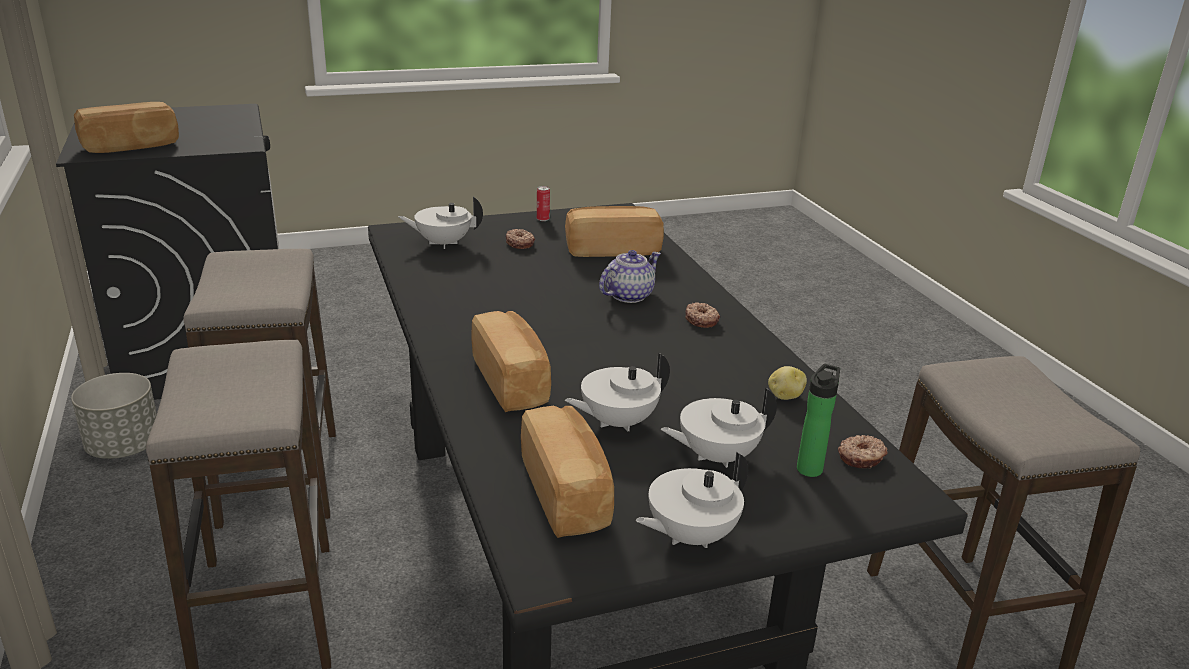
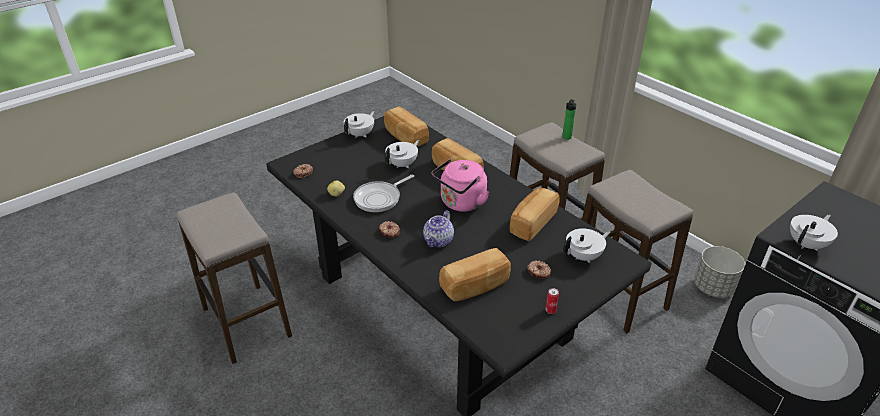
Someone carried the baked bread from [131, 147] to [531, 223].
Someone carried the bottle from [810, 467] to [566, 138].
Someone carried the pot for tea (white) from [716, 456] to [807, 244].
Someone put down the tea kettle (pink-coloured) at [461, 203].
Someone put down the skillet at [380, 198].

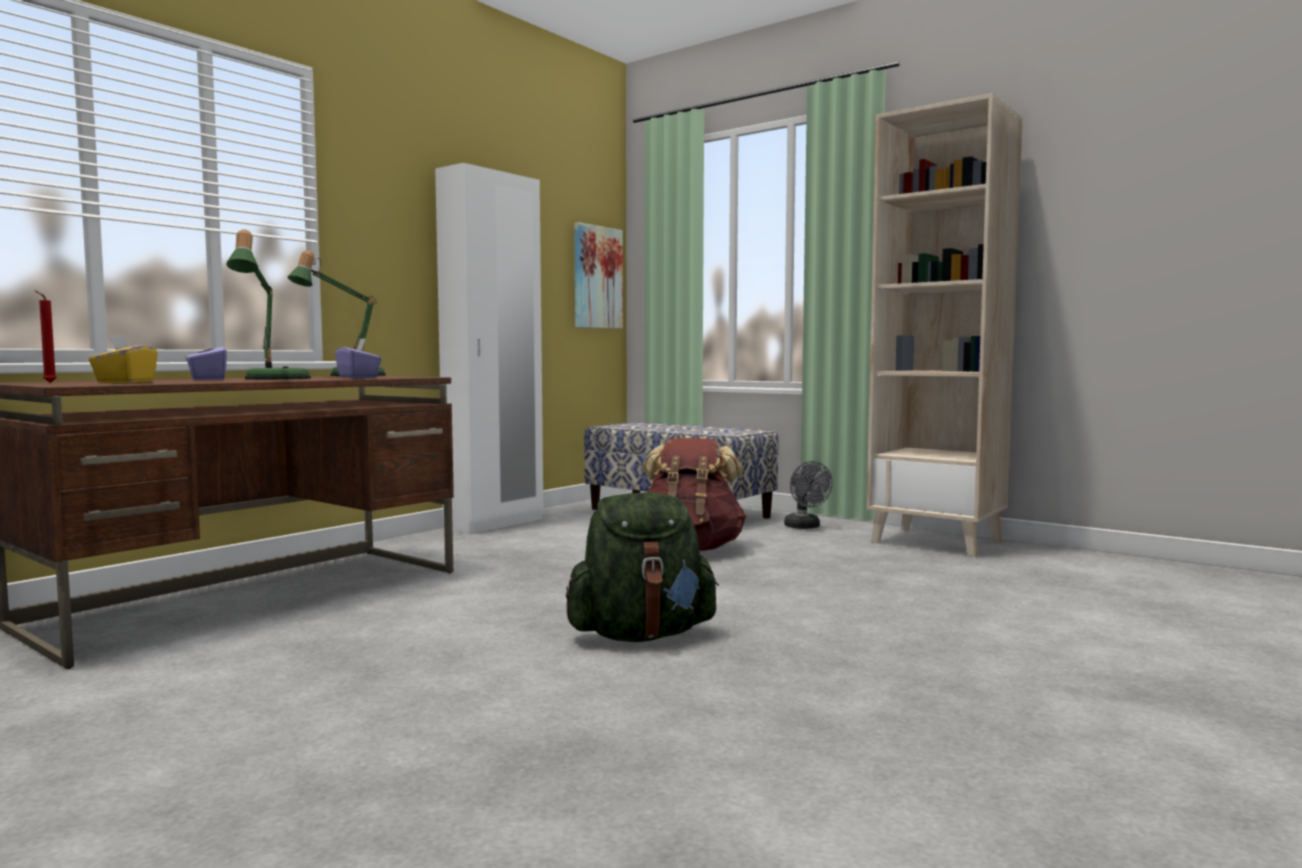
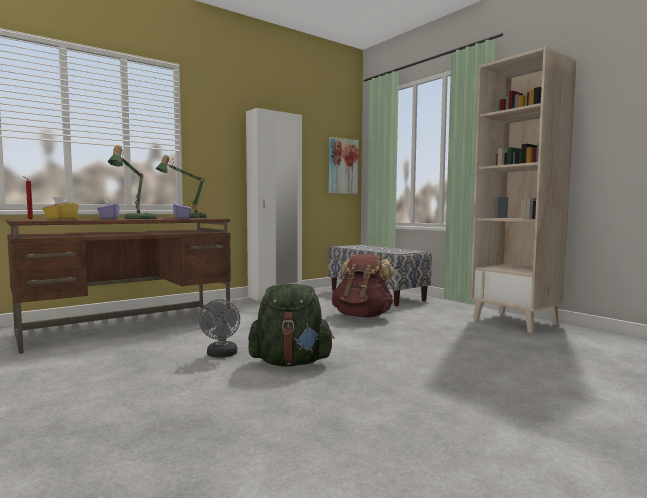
Someone carried the cooling fan (grey) from [805, 527] to [221, 355].

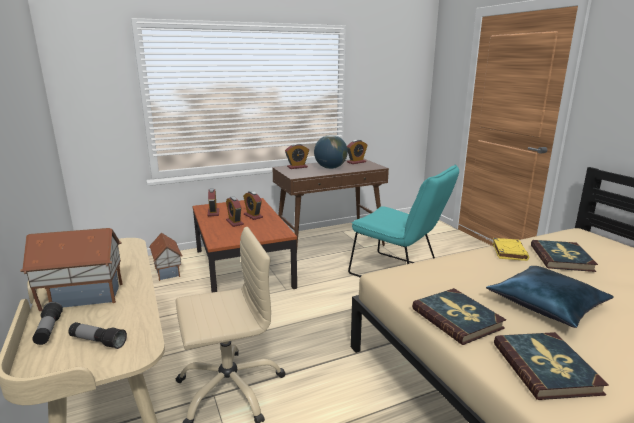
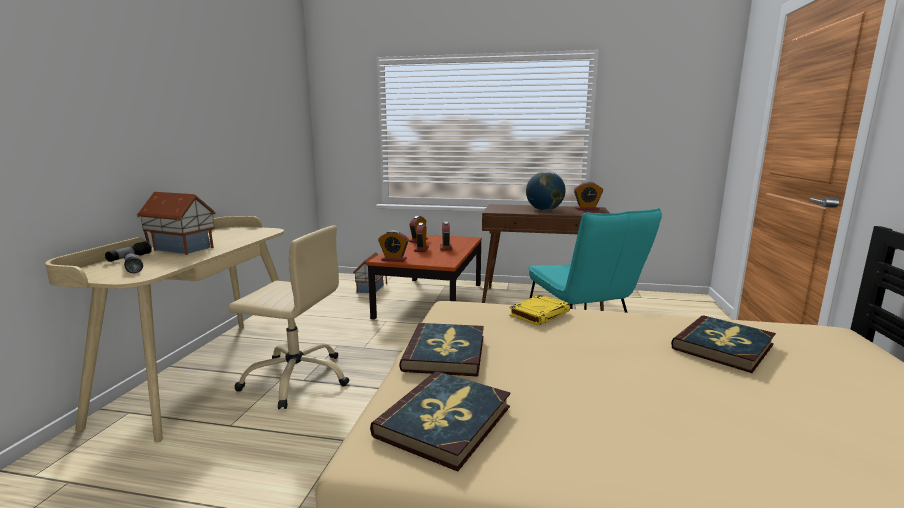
Someone carried the table clock from [297, 167] to [394, 259].
Someone carried the bound book (yellow) from [509, 252] to [539, 313].
Someone took away the throw pillow (blue-coloured) at [547, 305].

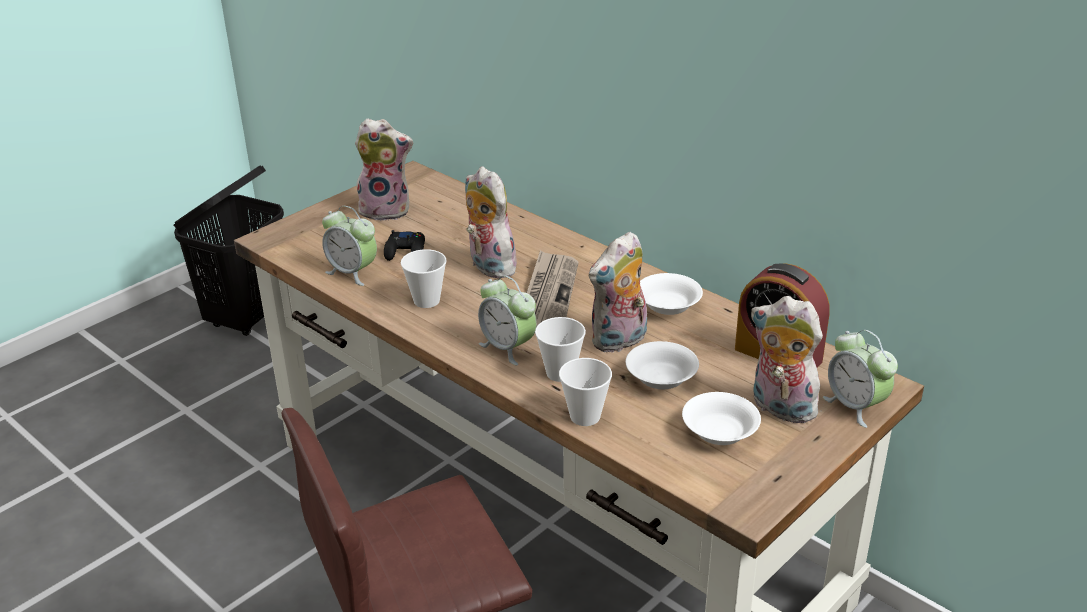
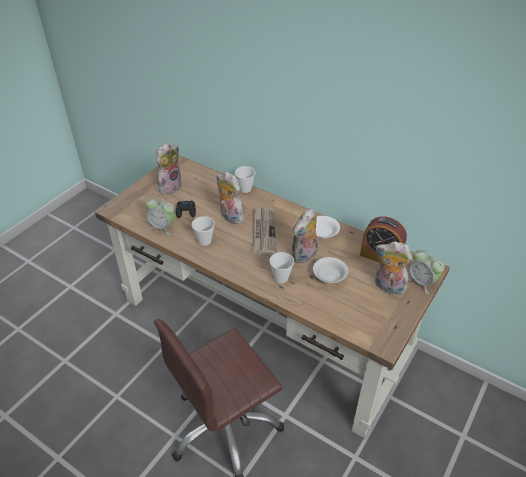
Someone rotated the cuddly toy at [387, 210] by 45 degrees counterclockwise.
Someone took away the hamper (blackish) at [248, 317].
Someone took away the table clock at [508, 348].
Someone carried the small cup from [585, 416] to [245, 189].
Someone took away the deep dish (white) at [718, 432].

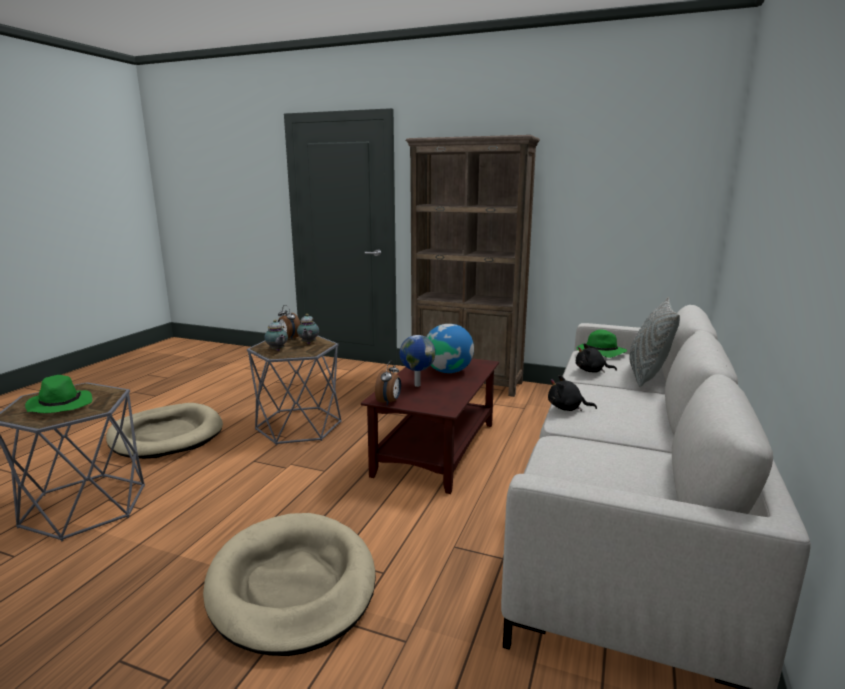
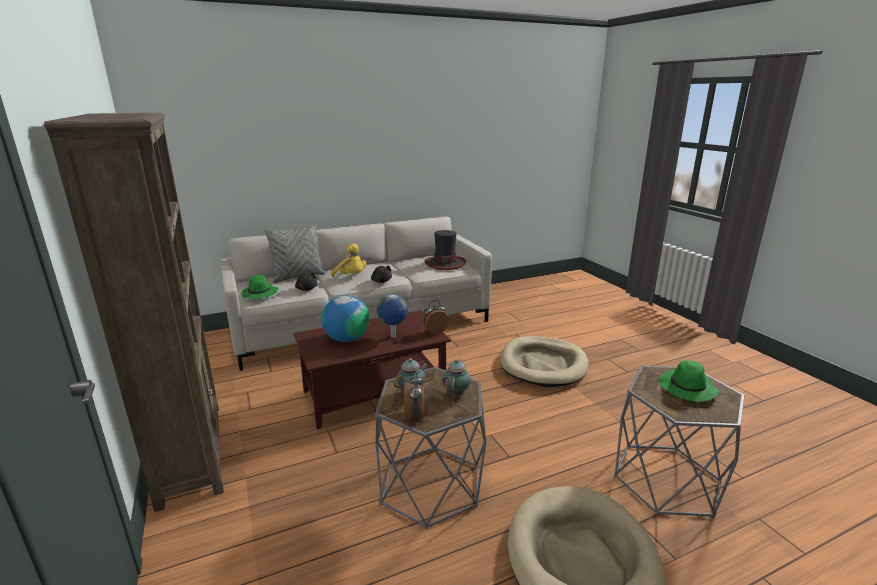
Someone put down the clothing hat at [445, 263].
Someone put down the cuddly toy (yellow) at [351, 276].

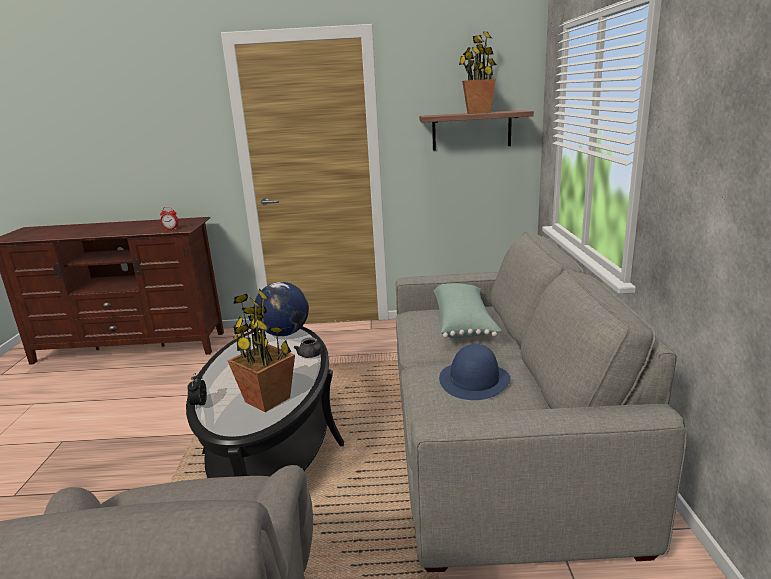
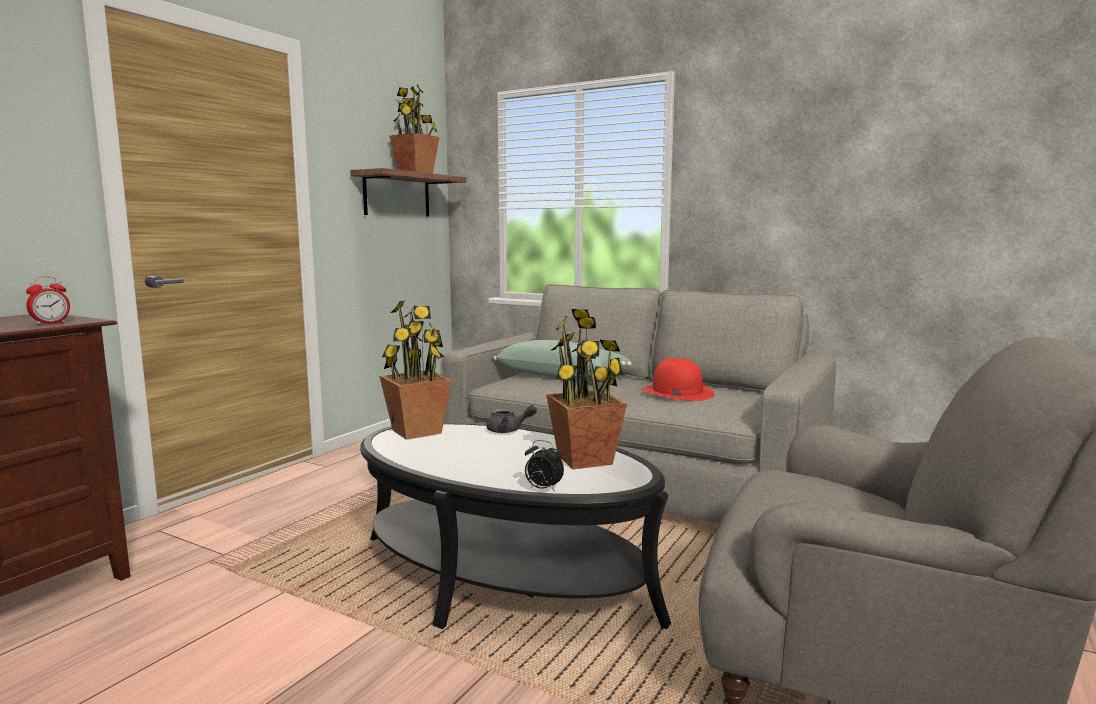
Someone swapped the globe at [284, 333] for the houseplant at [416, 431].
Someone repainted the clothing hat (blue-coloured) at [474, 380], which became the clothing hat (reddish) at [676, 392].

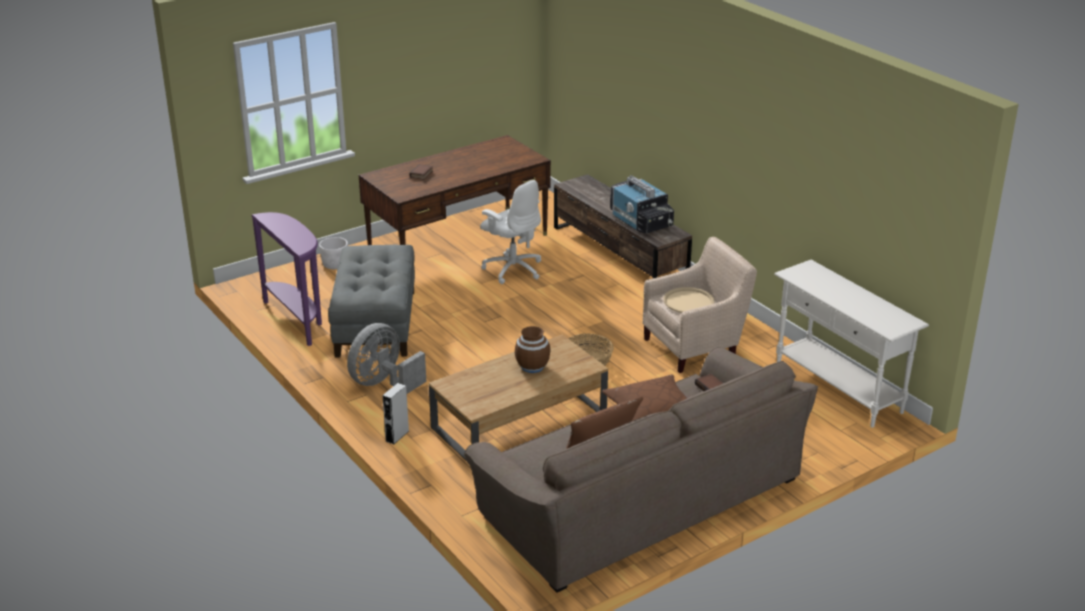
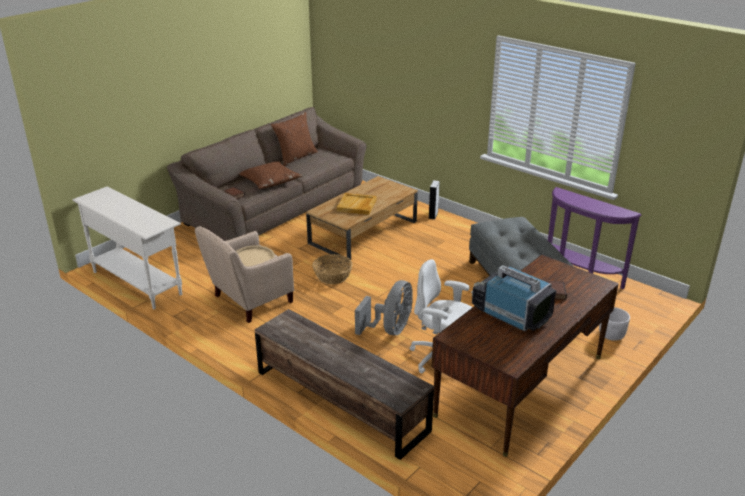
Someone carried the TV from [641, 223] to [510, 313].
Someone carried the cooling fan (grey) from [383, 383] to [390, 329].
Someone swapped the flower vase (brown) at [532, 366] for the carrying tray (beige-coloured) at [357, 205].

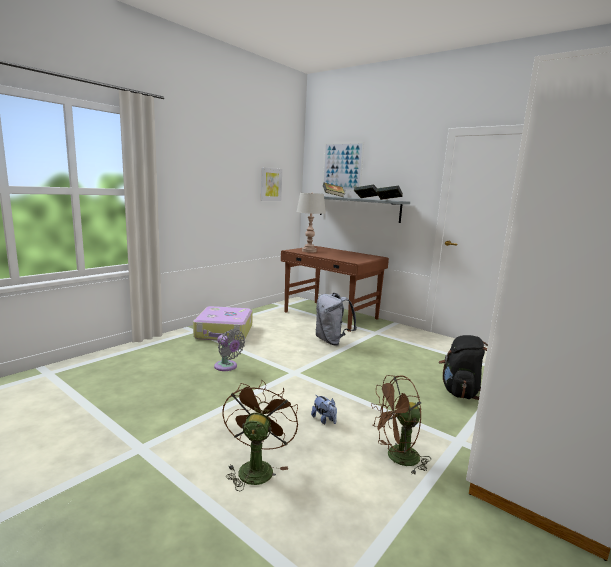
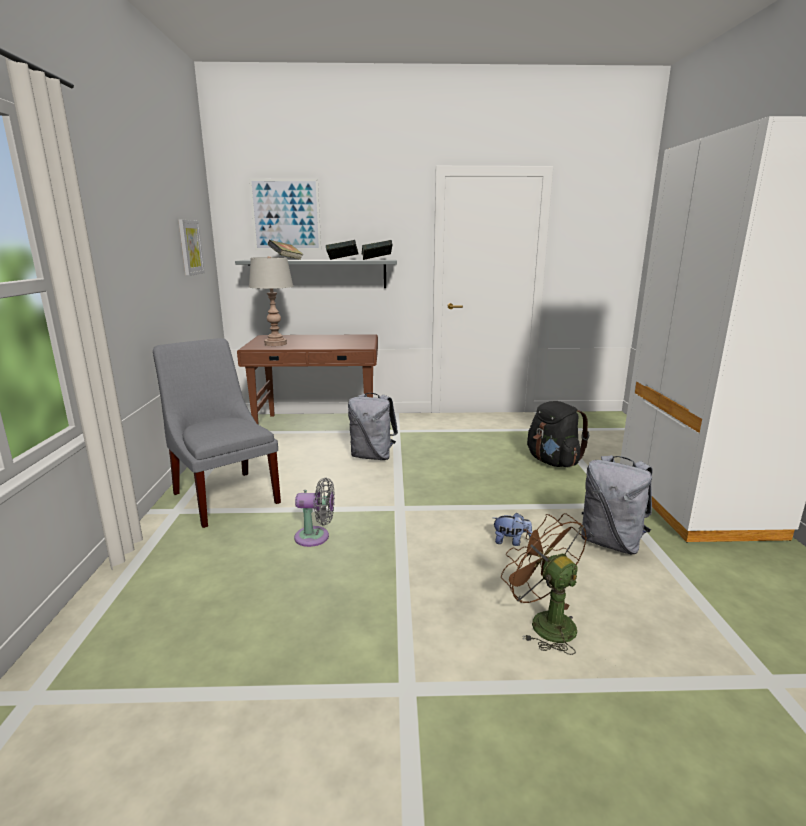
Someone swapped the suitcase at [224, 332] for the upright chair (grey) at [225, 495].
Someone swapped the cooling fan (brown) at [397, 458] for the rucksack (grey) at [611, 543].

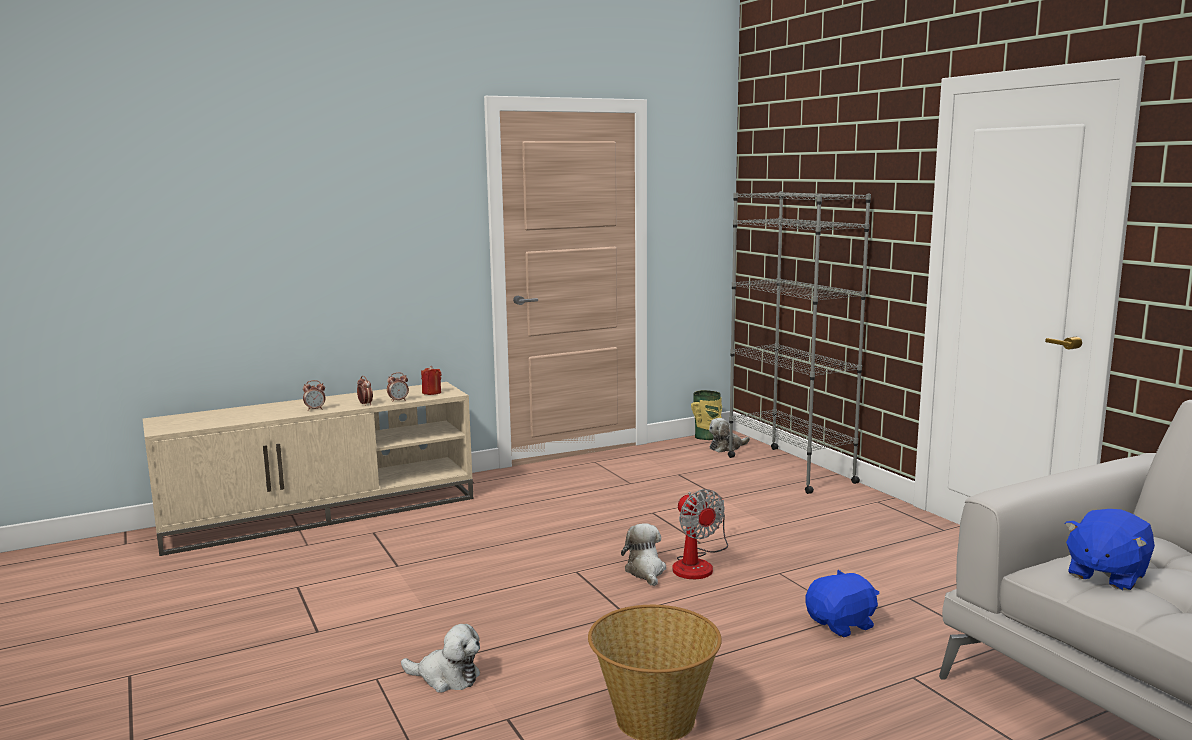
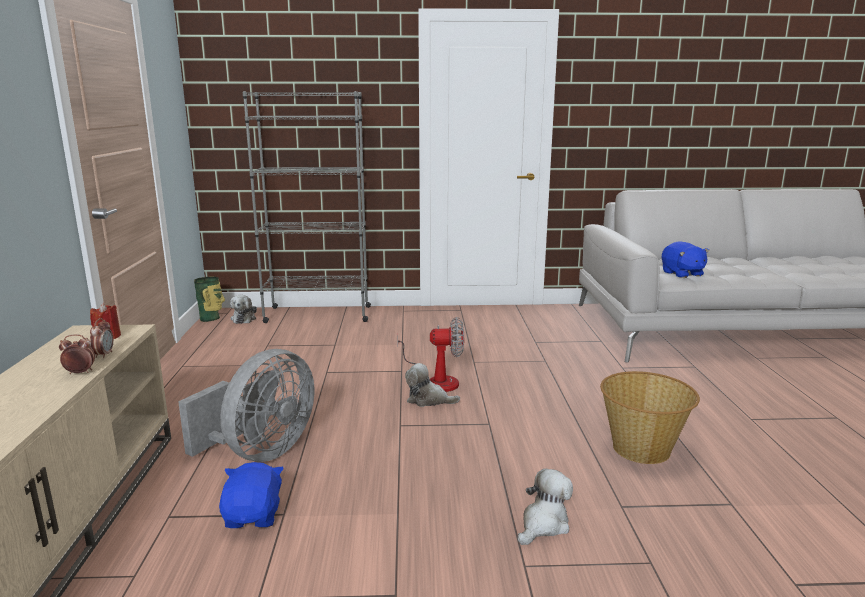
Someone took away the table clock at [315, 409].
Someone carried the cuddly toy (blue-coloured) from [841, 624] to [254, 516].
Someone put down the cooling fan (grey) at [261, 452].

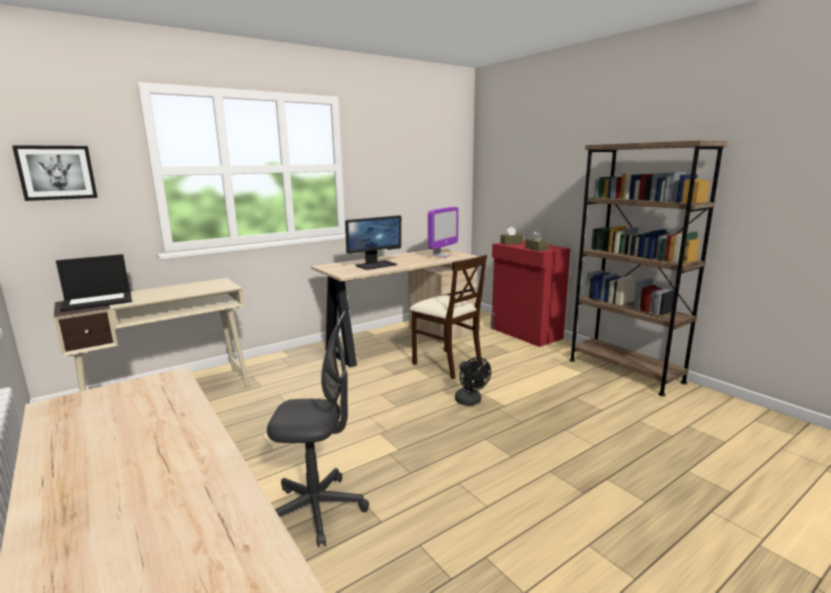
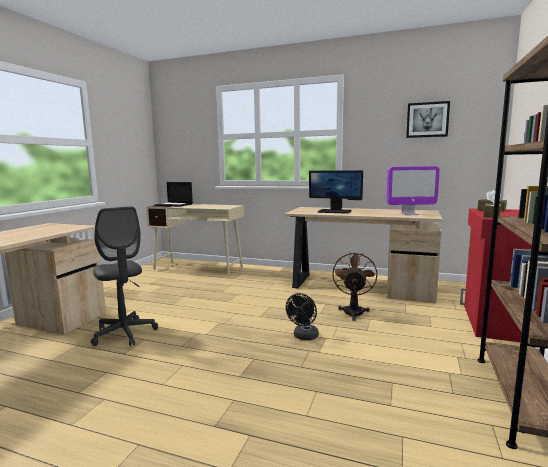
Someone carried the wall art from [57, 172] to [427, 120].
Someone swapped the upright chair (beige-coloured) at [447, 364] for the cooling fan (brown) at [353, 311].

